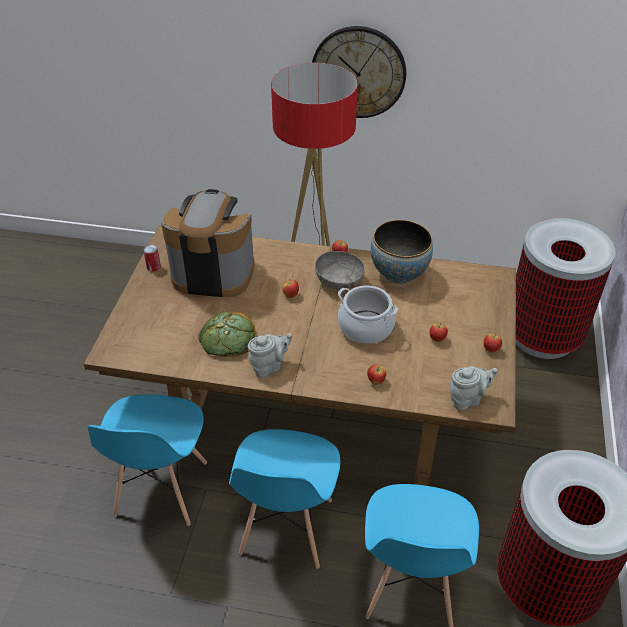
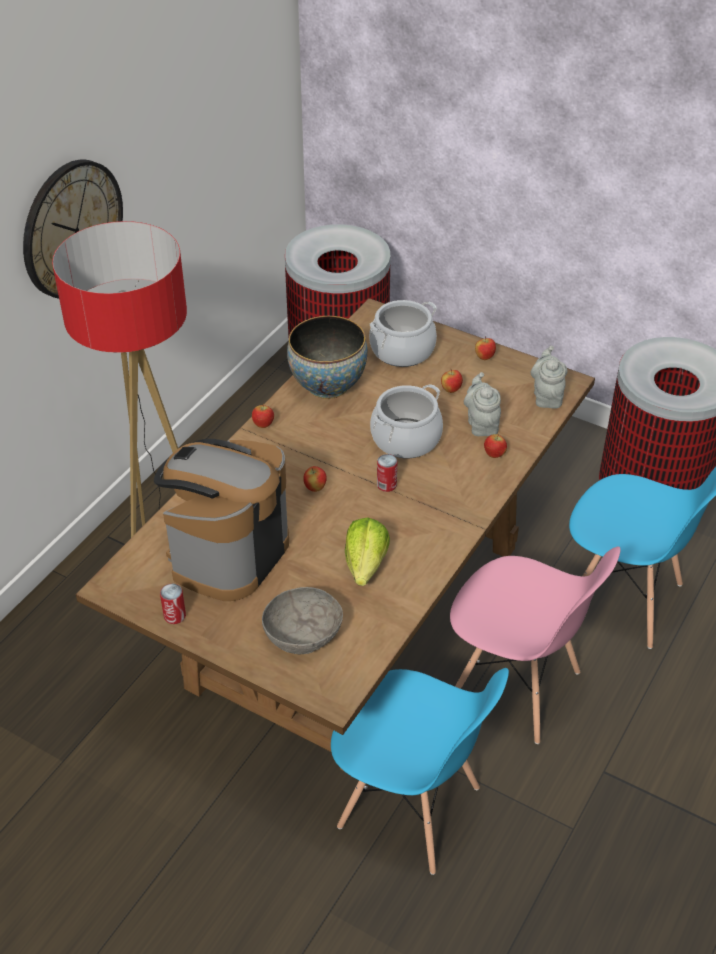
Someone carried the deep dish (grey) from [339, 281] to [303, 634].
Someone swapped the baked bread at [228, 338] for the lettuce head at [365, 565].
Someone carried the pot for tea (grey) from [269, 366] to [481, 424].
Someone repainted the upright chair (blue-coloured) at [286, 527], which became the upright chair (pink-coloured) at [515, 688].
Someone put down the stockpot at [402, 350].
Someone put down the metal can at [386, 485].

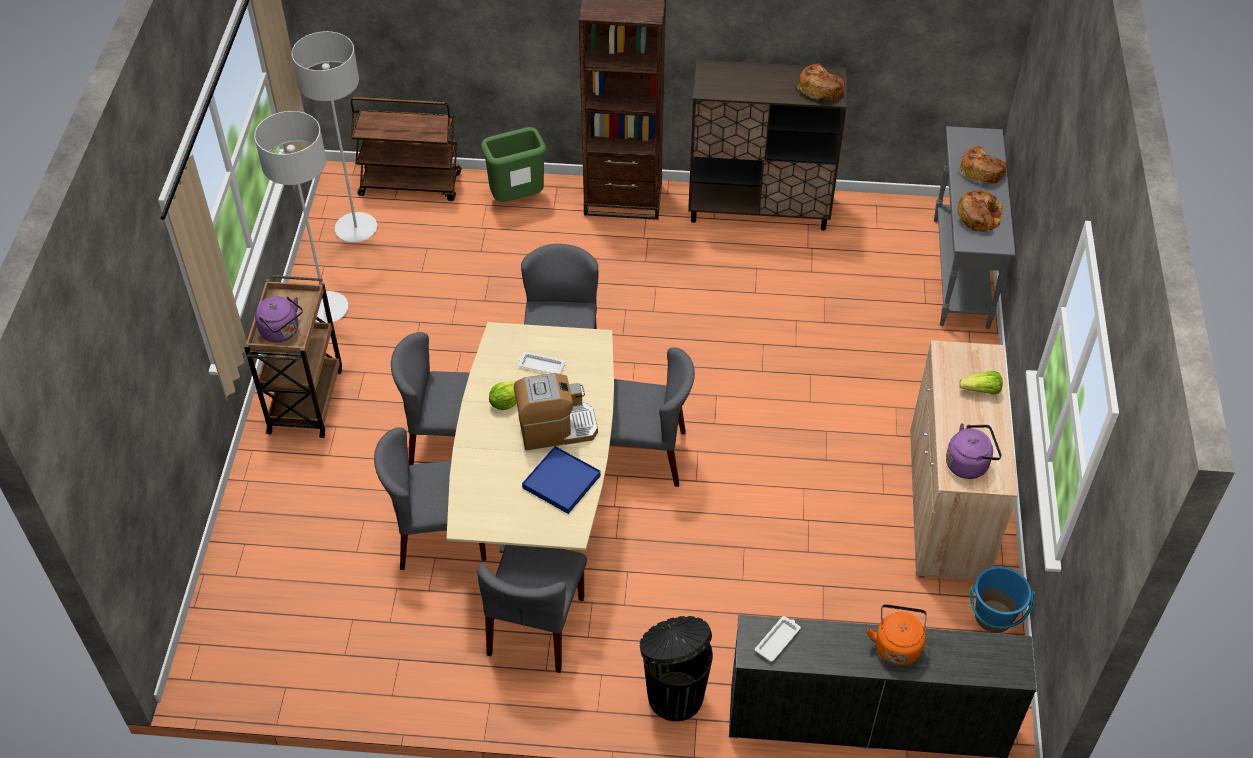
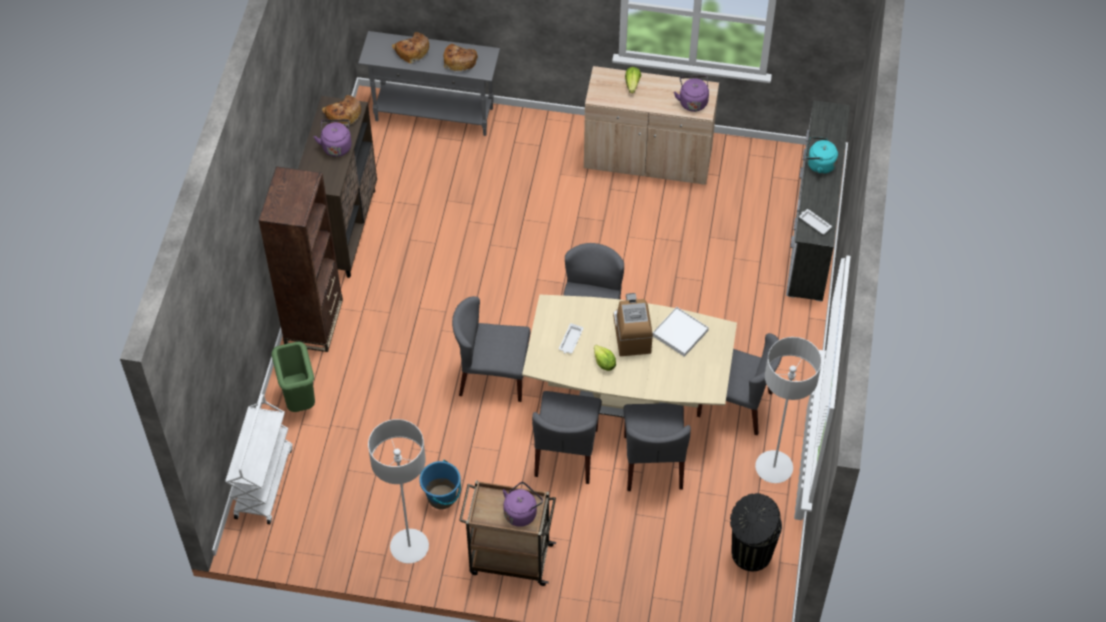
Someone carried the standard lamp (grey) from [356, 229] to [774, 468].
Someone repainted the cart (brown) at [411, 184], which became the cart (white) at [263, 482].
Someone repainted the carrying tray (blue-coloured) at [561, 482], which became the carrying tray (white) at [680, 333].
Someone carried the pail (blue-coloured) from [993, 617] to [442, 497].
Someone repainted the tea kettle (orangey) at [897, 645], which became the tea kettle (turquoise-coloured) at [819, 164].
Someone carried the waste bin (blackish) from [674, 694] to [750, 554].
Someone put down the tea kettle (purple-coloured) at [336, 146].

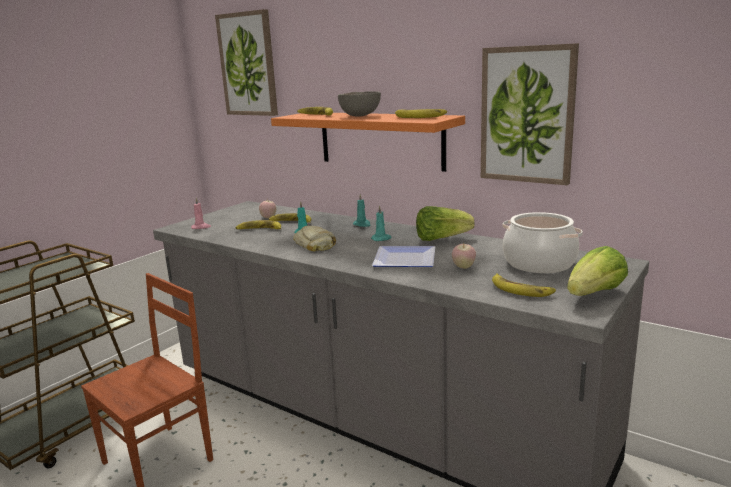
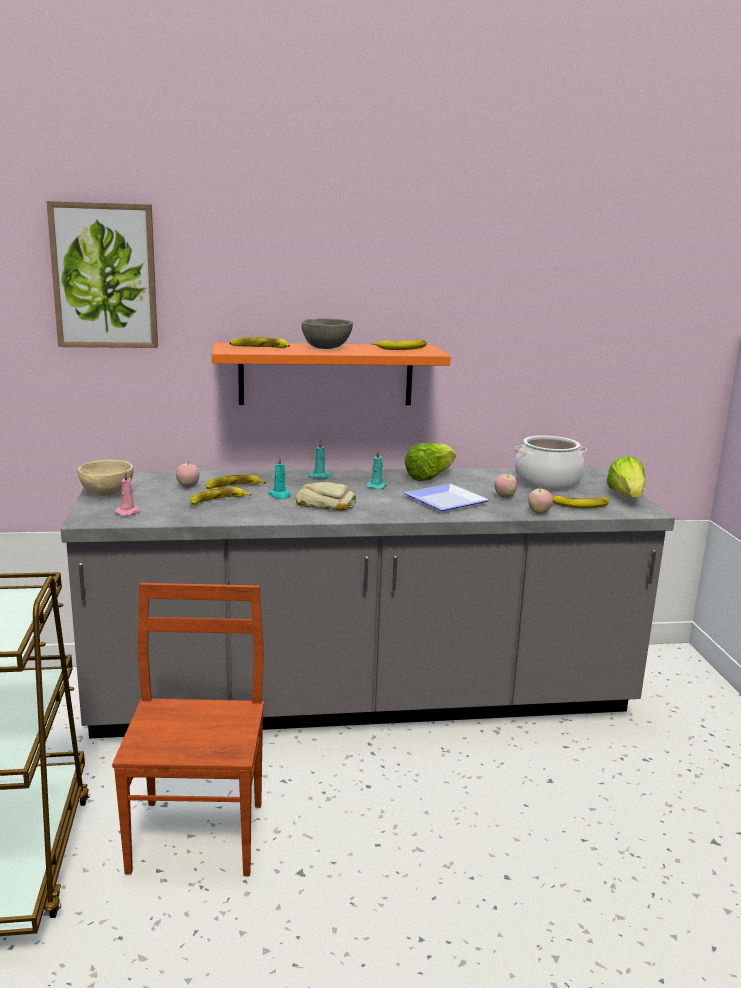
Someone took away the wall art at [527, 115].
Someone put down the deep dish (beige-coloured) at [106, 493].
Someone put down the apple at [539, 513].

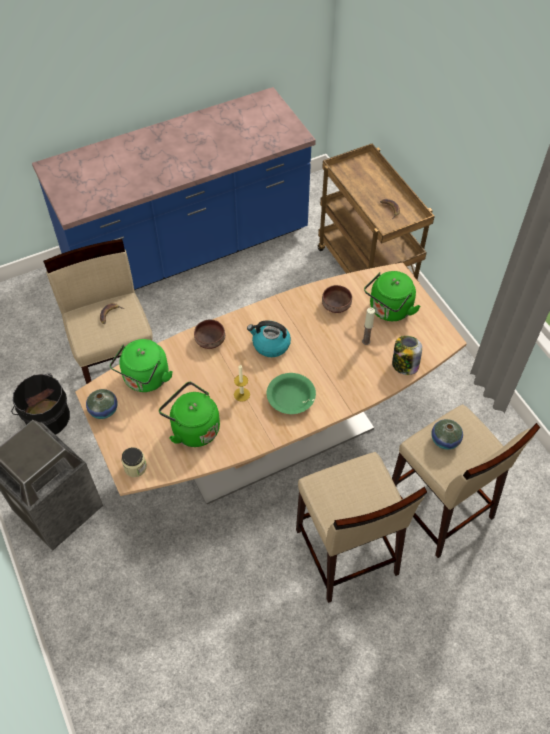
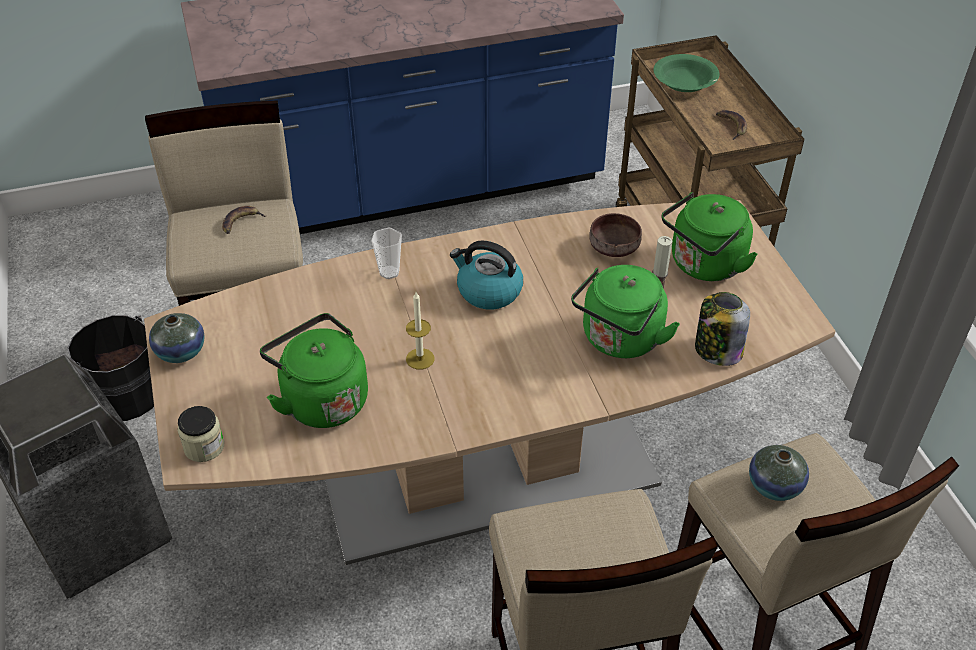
Someone swapped the deep dish (brown) at [210, 340] for the small cup at [389, 272].
Someone carried the tea kettle (green-coloured) from [145, 379] to [619, 340].
Someone carried the deep dish (green-coloured) from [291, 398] to [684, 82].

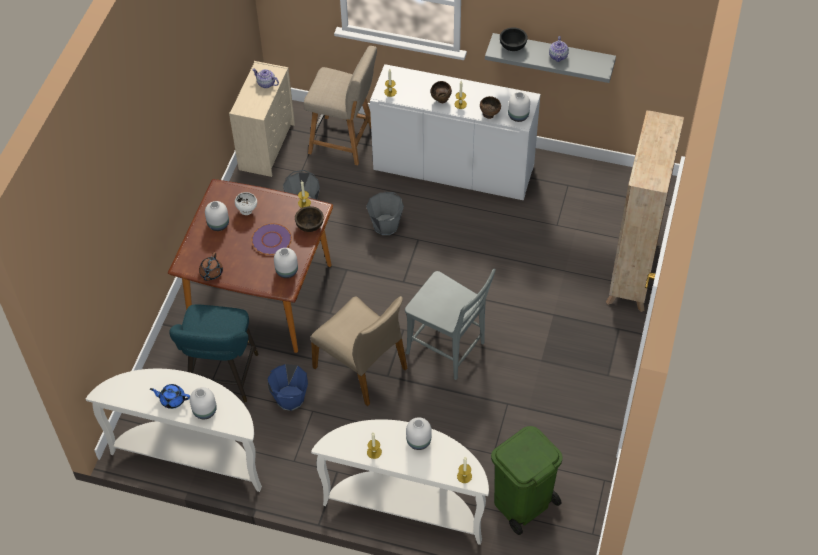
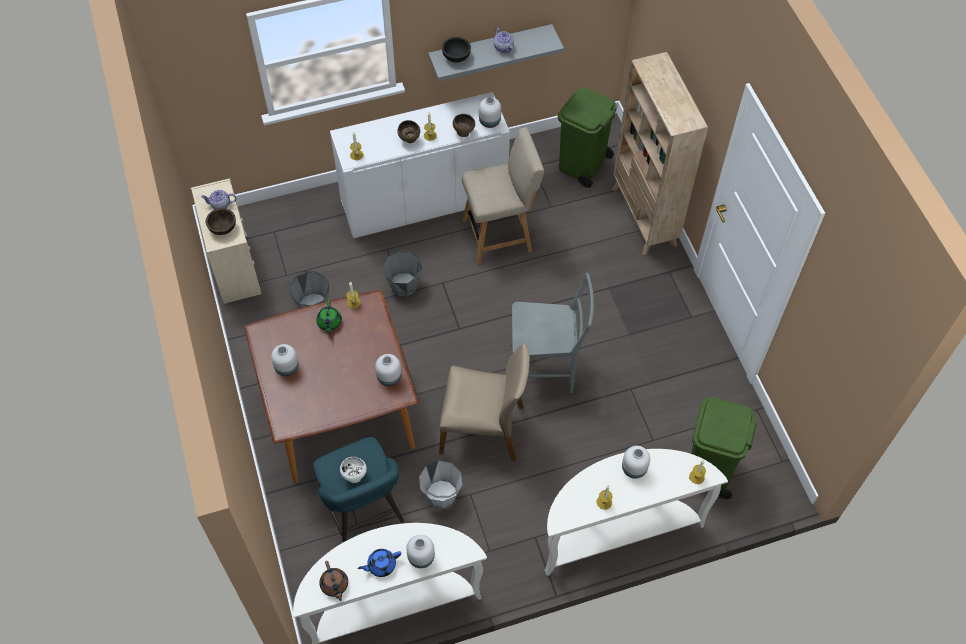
Someone carried the upright chair (beige-coloured) from [345, 141] to [500, 234].
Someone carried the deep dish (white) from [247, 210] to [354, 476].
Someone carried the deep dish (brown) from [309, 225] to [222, 228].
Someone took away the plate (purple-coloured) at [271, 240].
Someone carried the pot for tea (brown) from [211, 273] to [334, 585].
Someone repainted the pail (blue-coloured) at [290, 398], which became the pail (grey) at [441, 495].
Someone put down the waste bin (green-coloured) at [581, 165].
Someone put down the pot for tea (green-coloured) at [329, 323].

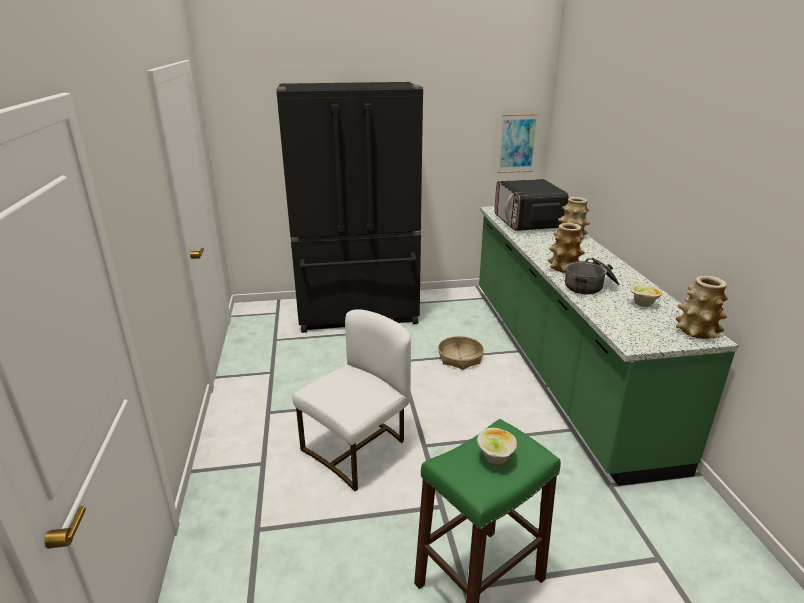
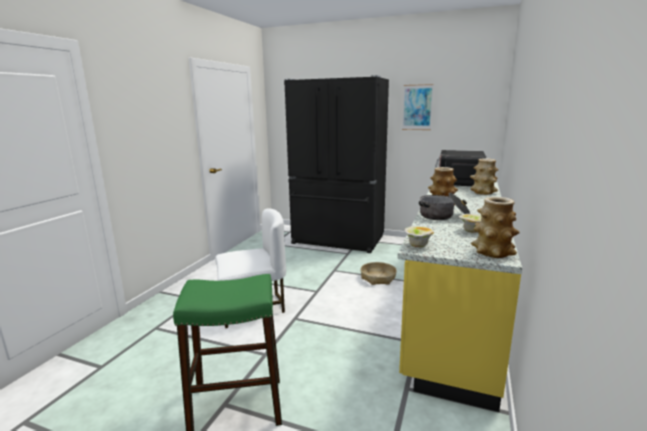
Someone carried the wall art from [517, 143] to [417, 107].
Someone repainted the kitchen base unit (green-coloured) at [557, 363], which became the kitchen base unit (yellow) at [453, 299].
Someone carried the deep dish from [494, 459] to [417, 245].

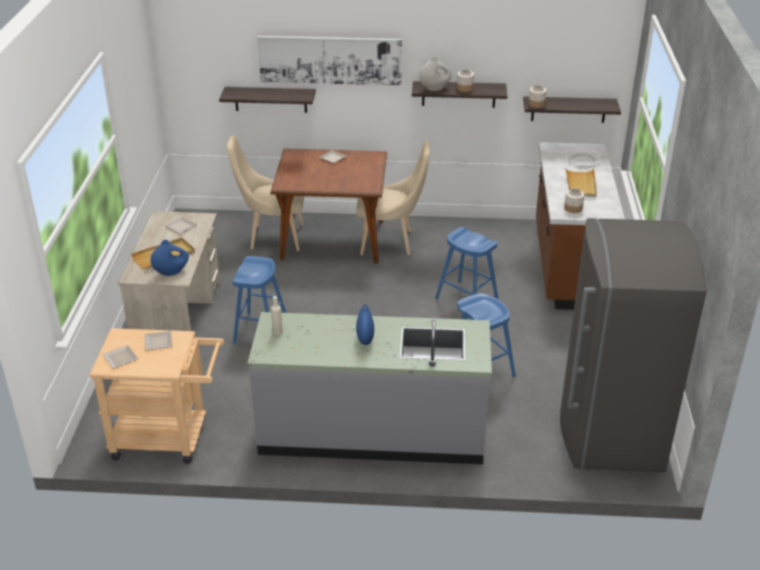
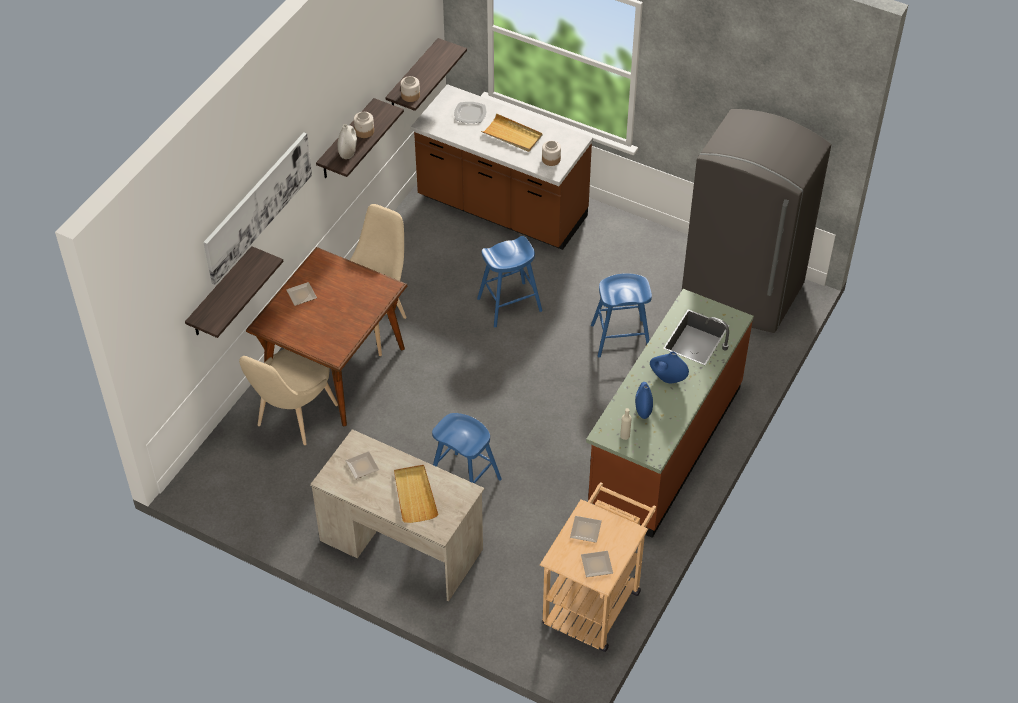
Someone carried the flower vase (blue-coloured) from [171, 272] to [643, 410].
Someone repainted the kitchen base unit (grey) at [372, 432], which became the kitchen base unit (brown) at [664, 446].

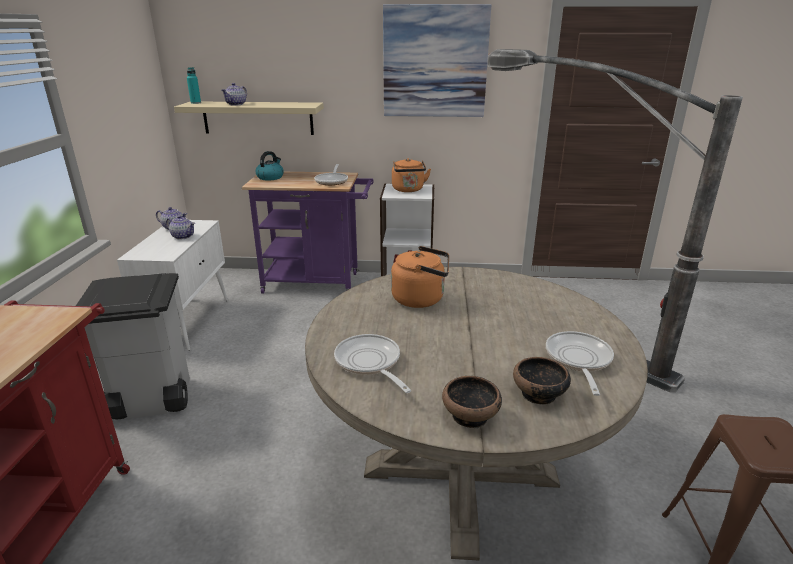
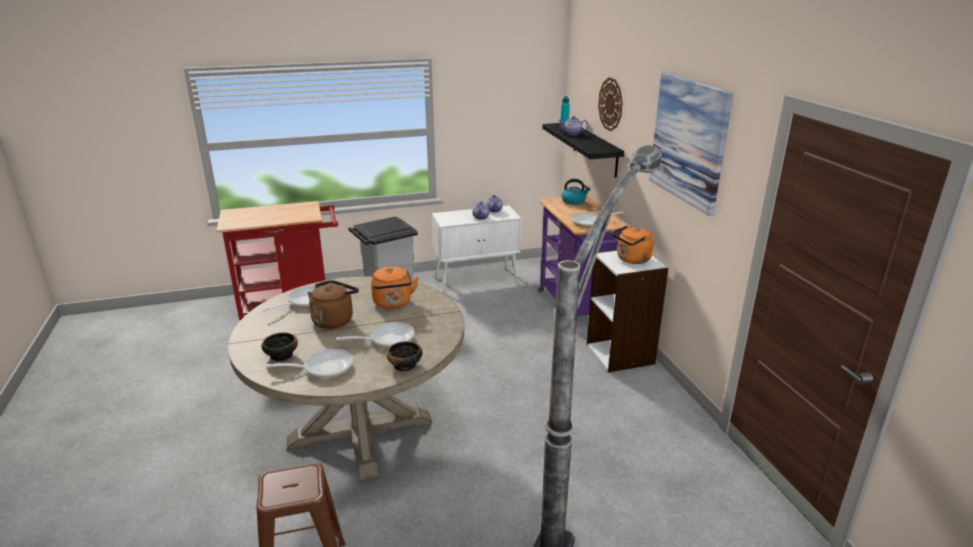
Someone repainted the bracket shelf (beige-coloured) at [258, 118], which became the bracket shelf (blackish) at [595, 149].
Someone carried the deep dish from [471, 416] to [405, 365].
Someone put up the clock on the wall at [611, 104].
Someone put down the tea kettle (brown) at [334, 320].
Someone put down the skillet at [388, 339].

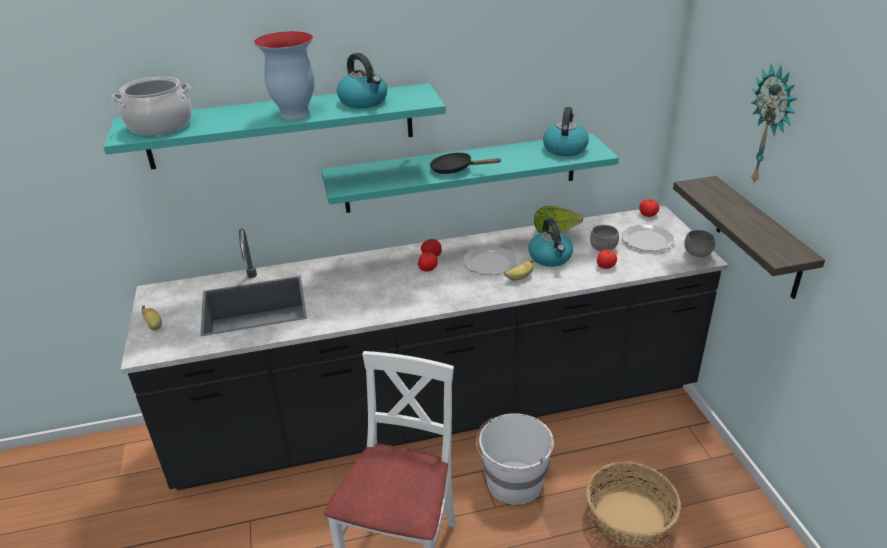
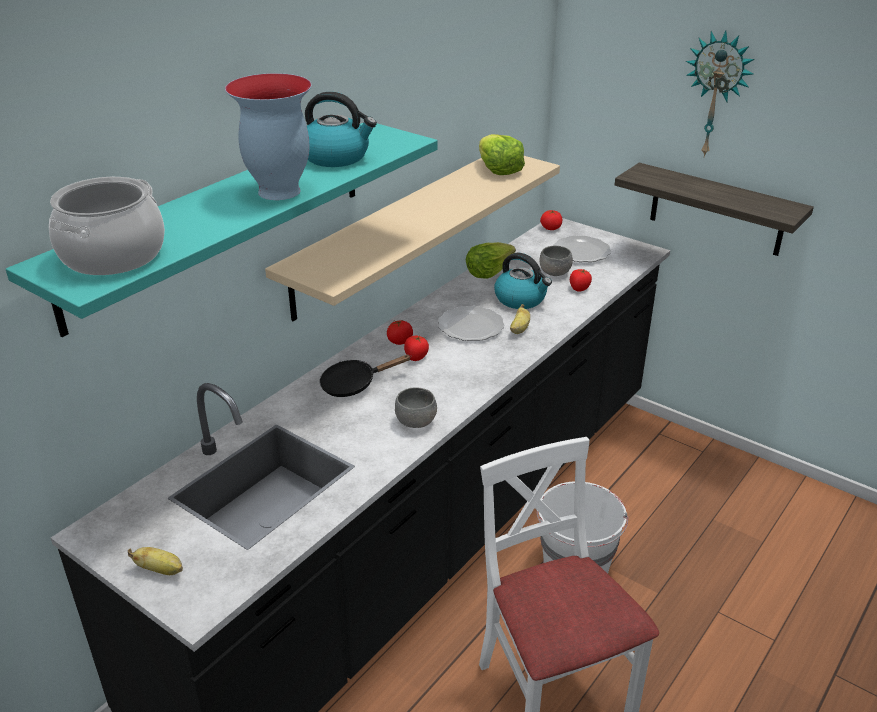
Someone swapped the tea kettle at [564, 148] for the lettuce head at [498, 170].
Someone repainted the bracket shelf (turquoise-coloured) at [462, 173], which became the bracket shelf (beige-coloured) at [397, 230].
Someone carried the skillet (blackish) from [456, 169] to [354, 384].
Someone carried the deep dish (grey) from [697, 254] to [416, 422].
Someone took away the household basket at [630, 517].

